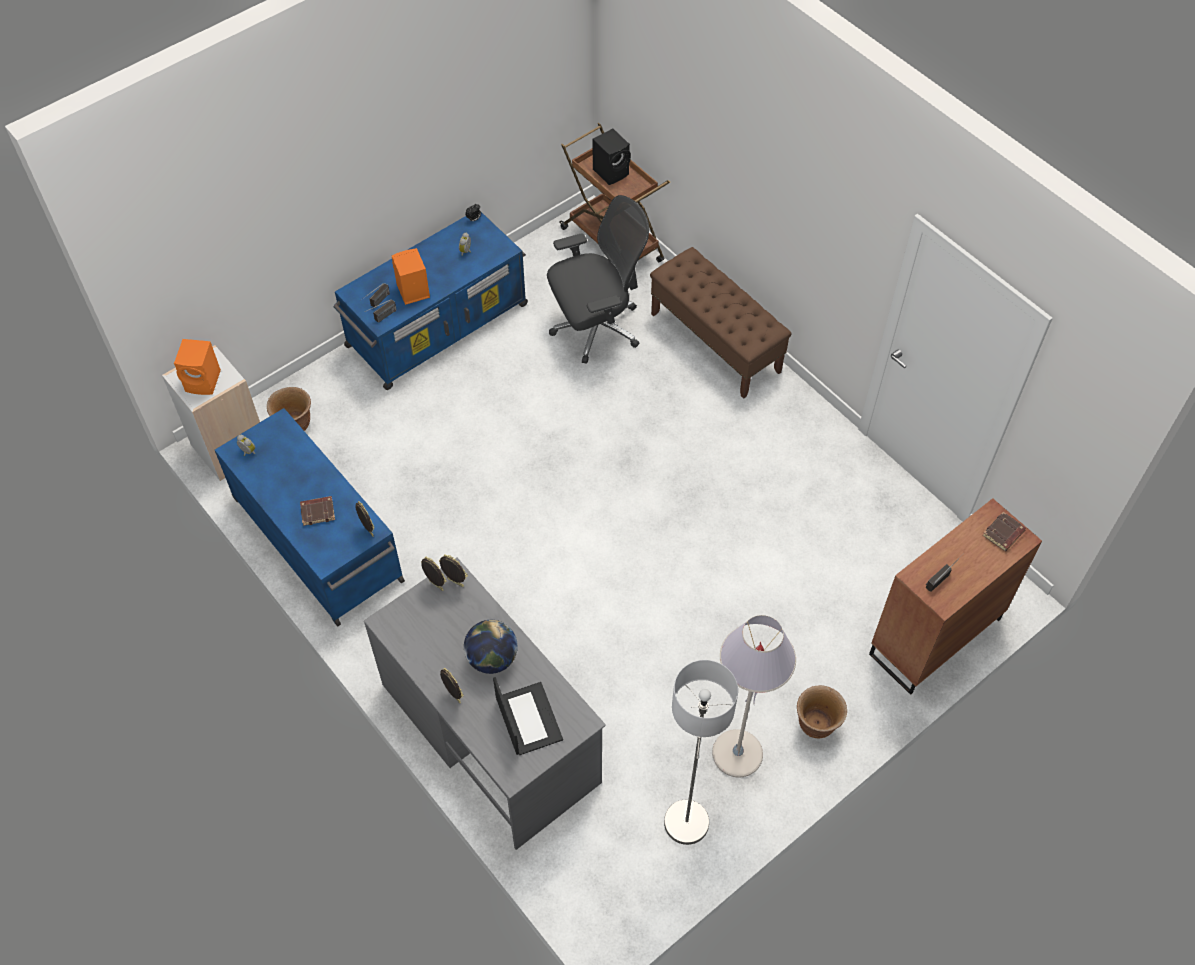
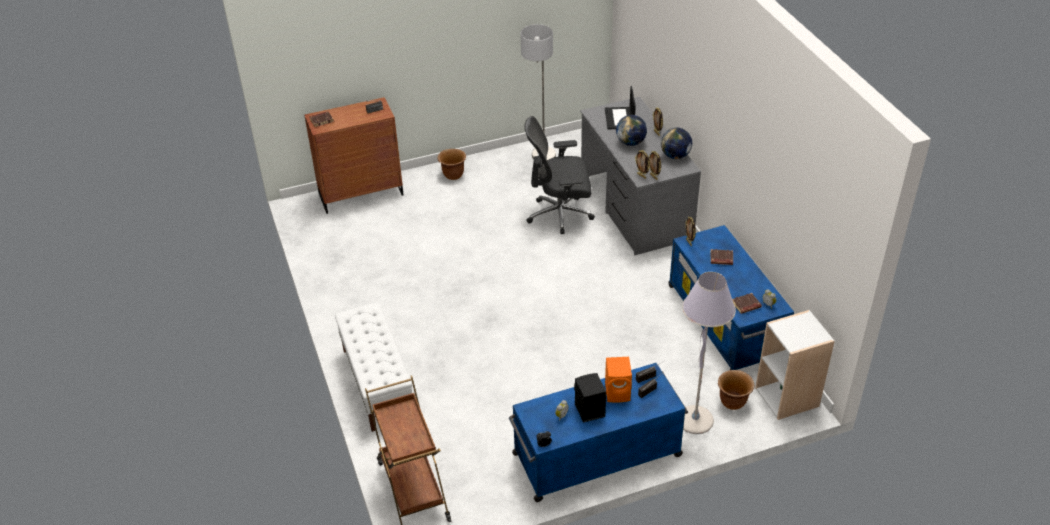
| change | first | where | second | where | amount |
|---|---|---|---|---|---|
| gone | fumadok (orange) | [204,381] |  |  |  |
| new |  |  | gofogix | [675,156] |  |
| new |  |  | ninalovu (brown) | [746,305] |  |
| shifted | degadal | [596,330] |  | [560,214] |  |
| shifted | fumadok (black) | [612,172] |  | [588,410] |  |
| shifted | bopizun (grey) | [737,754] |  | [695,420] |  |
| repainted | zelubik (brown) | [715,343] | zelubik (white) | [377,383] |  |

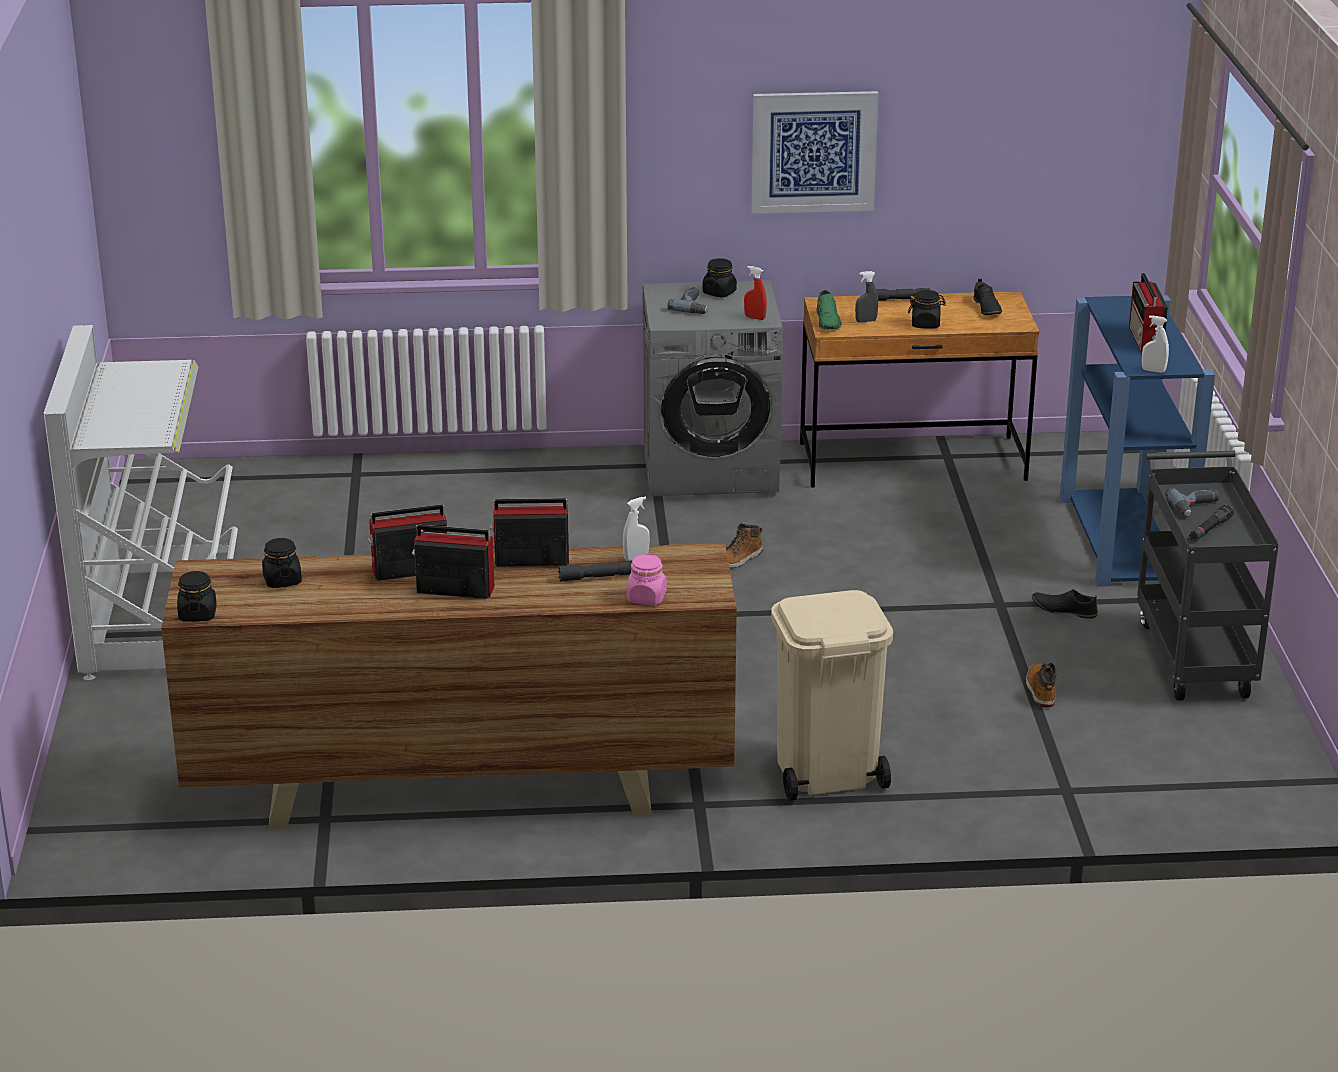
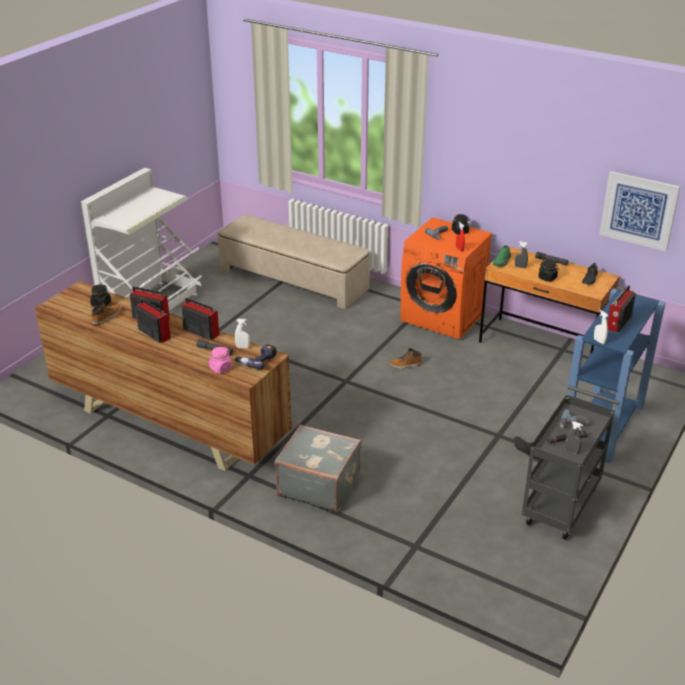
| change | first | where | second | where | amount |
|---|---|---|---|---|---|
| gone | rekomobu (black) | [197,614] |  |  |  |
| new |  |  | zelubik (beige) | [294,279] |  |
| new |  |  | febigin | [257,361] |  |
| new |  |  | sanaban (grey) | [572,451] |  |
| shifted | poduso | [813,151] |  | [638,210] |  |
| shifted | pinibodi | [1040,690] |  | [106,317] |  |
| swapped | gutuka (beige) | [825,773] | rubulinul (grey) | [319,485] |  |
| repainted | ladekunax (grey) | [710,472] | ladekunax (orange) | [442,319] |  |

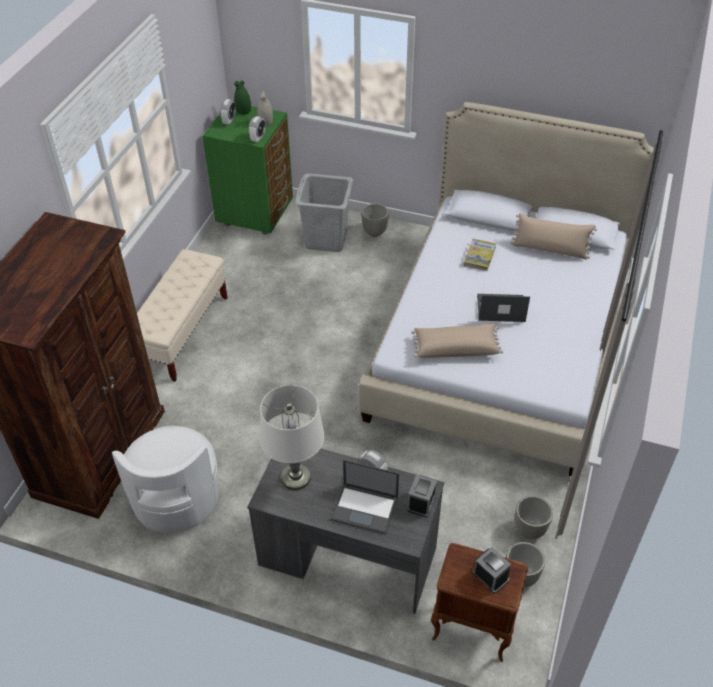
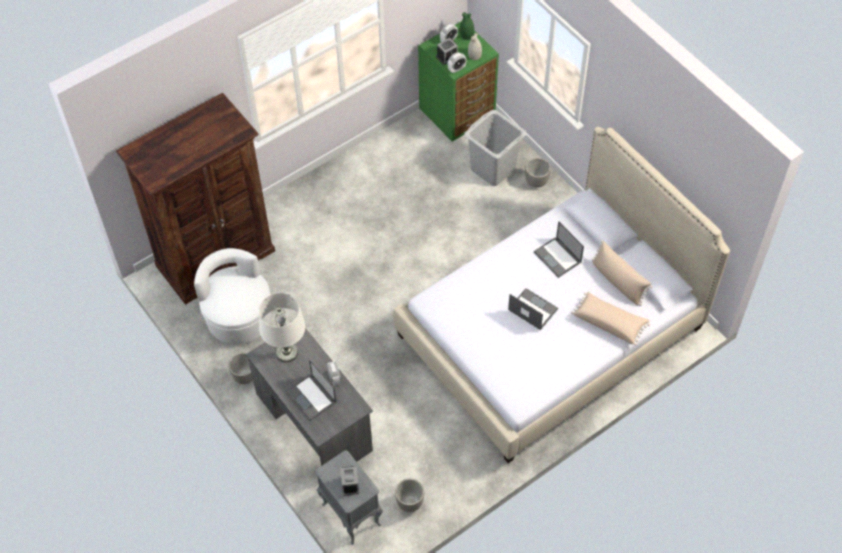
| change | first | where | second | where | amount |
|---|---|---|---|---|---|
| gone | zelubik (beige) | [182,333] |  |  |  |
| shifted | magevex | [421,502] |  | [447,56] |  |
| shifted | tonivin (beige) | [455,348] |  | [609,322] |  |
| shifted | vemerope | [529,530] |  | [245,377] |  |
| swapped | ninalovu | [479,256] | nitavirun | [558,257] |  |
| repainted | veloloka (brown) | [471,630] | veloloka (grey) | [350,514] |  |
| rotated | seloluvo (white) | [176,498] |  | [239,319] | 120 degrees clockwise |

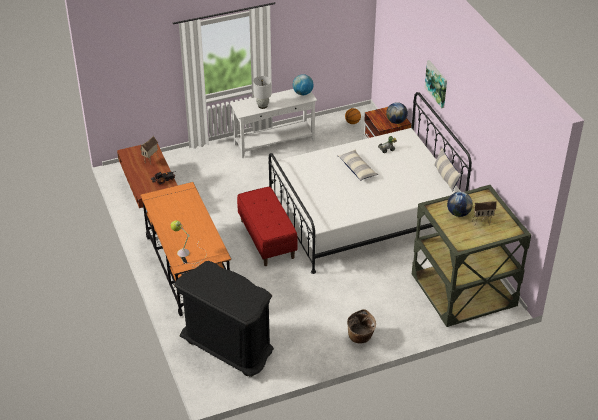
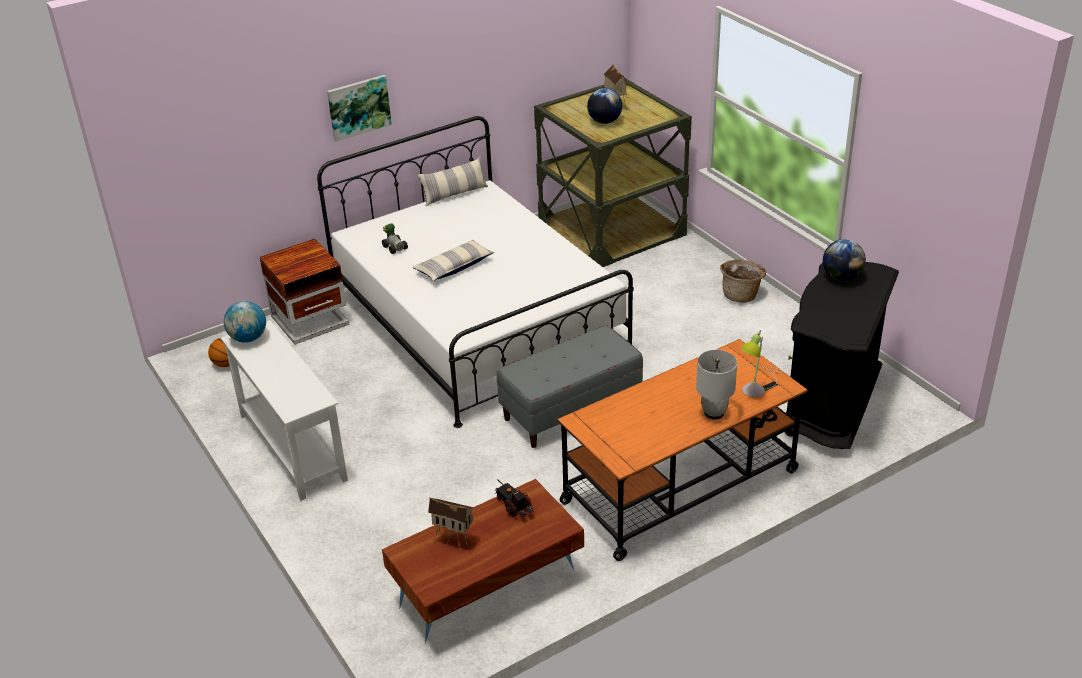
| change | first | where | second | where | amount |
|---|---|---|---|---|---|
| shifted | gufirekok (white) | [262,106] |  | [714,413] |  |
| shifted | gofogix | [396,121] |  | [841,277] |  |
| repainted | zelubik (red) | [267,239] | zelubik (grey) | [571,409] |  |

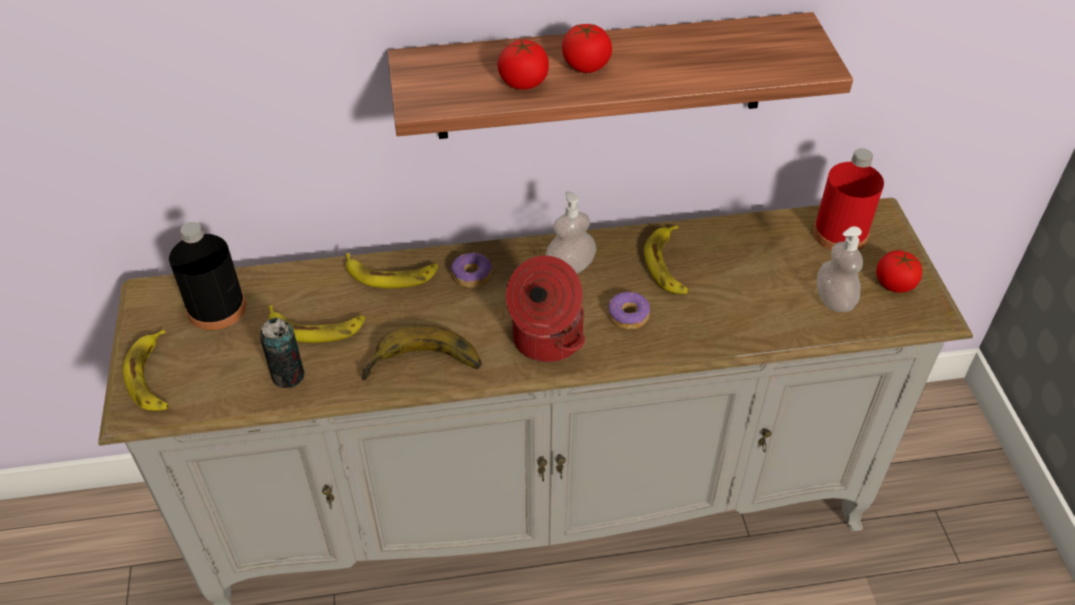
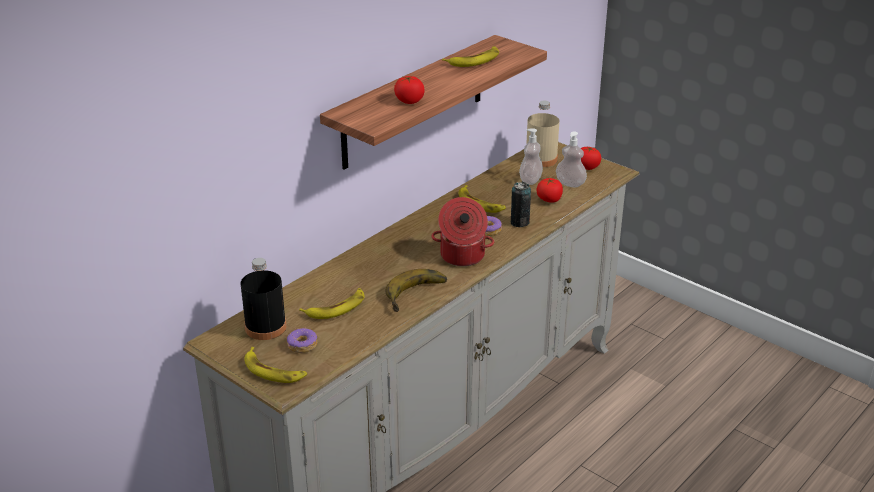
| change | first | where | second | where | amount |
|---|---|---|---|---|---|
| shifted | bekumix | [288,376] |  | [520,222] |  |
| shifted | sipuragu | [391,275] |  | [474,60] |  |
| shifted | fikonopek | [471,275] |  | [302,345] |  |
| shifted | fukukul | [570,267] |  | [530,180] |  |
| shifted | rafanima | [586,65] |  | [549,199] |  |
| repainted | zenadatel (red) | [840,234] | zenadatel (beige) | [541,159] |  |

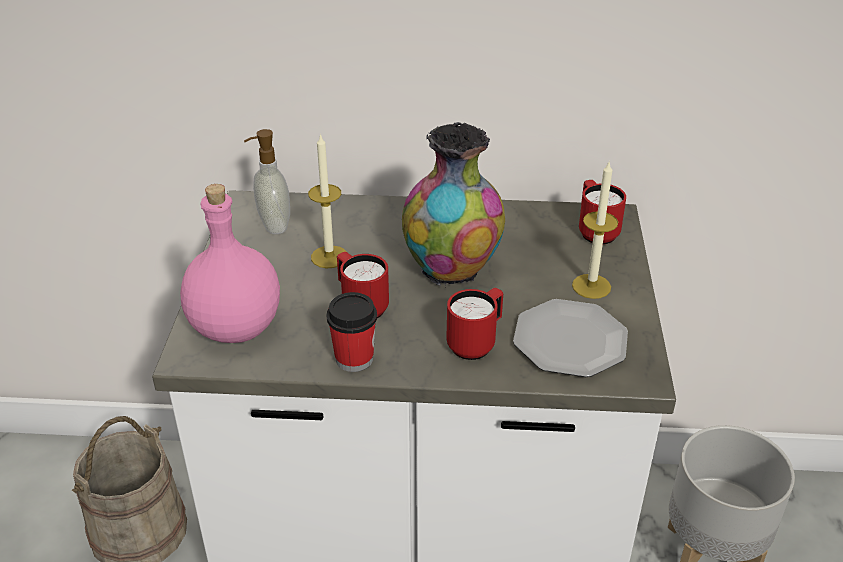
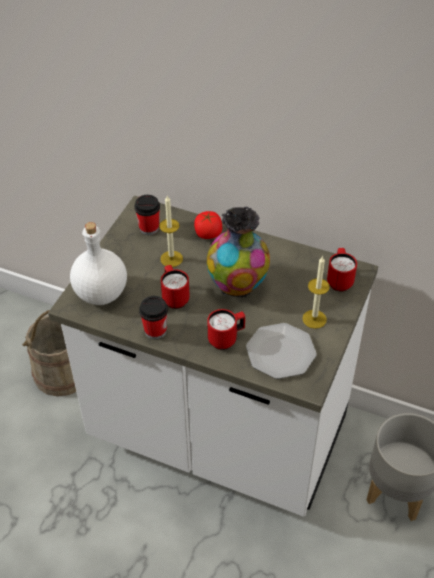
| change | first | where | second | where | amount |
|---|---|---|---|---|---|
| new |  |  | rafanima | [208,234] |  |
| swapped | fukukul | [273,225] | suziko | [149,228] |  |
| repainted | zenadatel (pink) | [237,328] | zenadatel (white) | [102,294] |  |

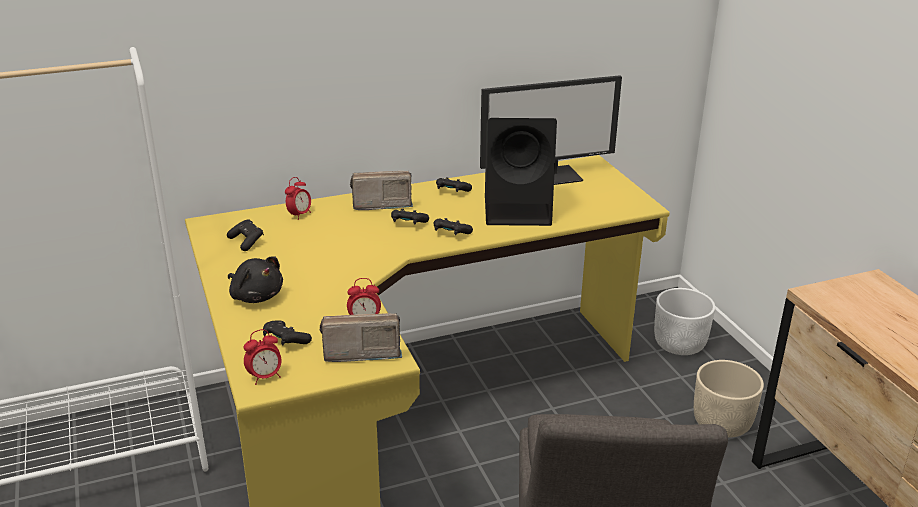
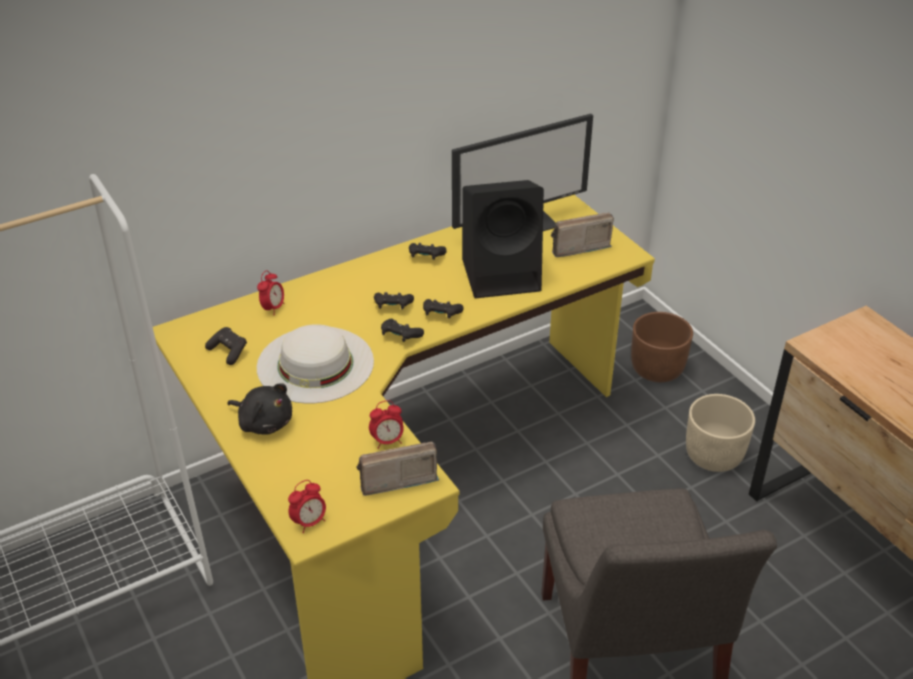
| change | first | where | second | where | amount |
|---|---|---|---|---|---|
| new |  |  | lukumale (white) | [315,364] |  |
| shifted | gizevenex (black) | [285,341] |  | [400,337] |  |
| shifted | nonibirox | [380,204] |  | [576,246] |  |
| repainted | vemerope (white) | [679,344] | vemerope (brown) | [657,369] |  |

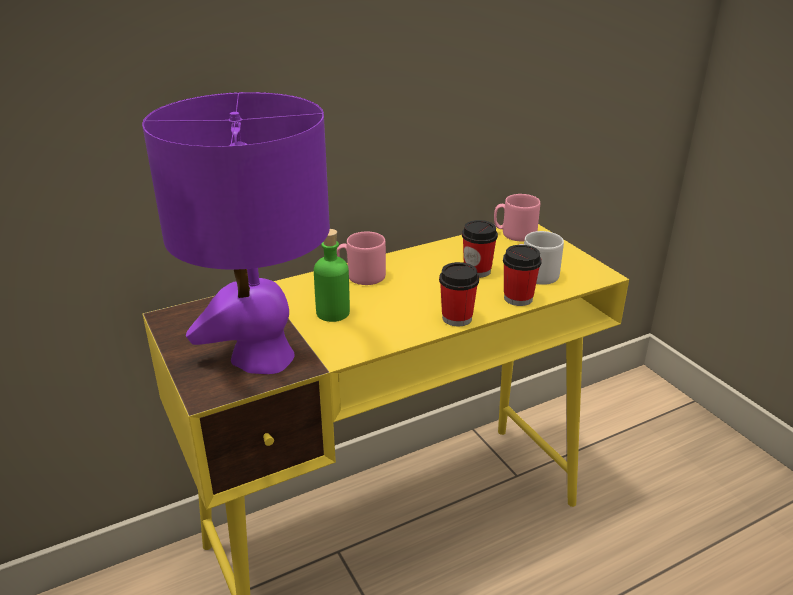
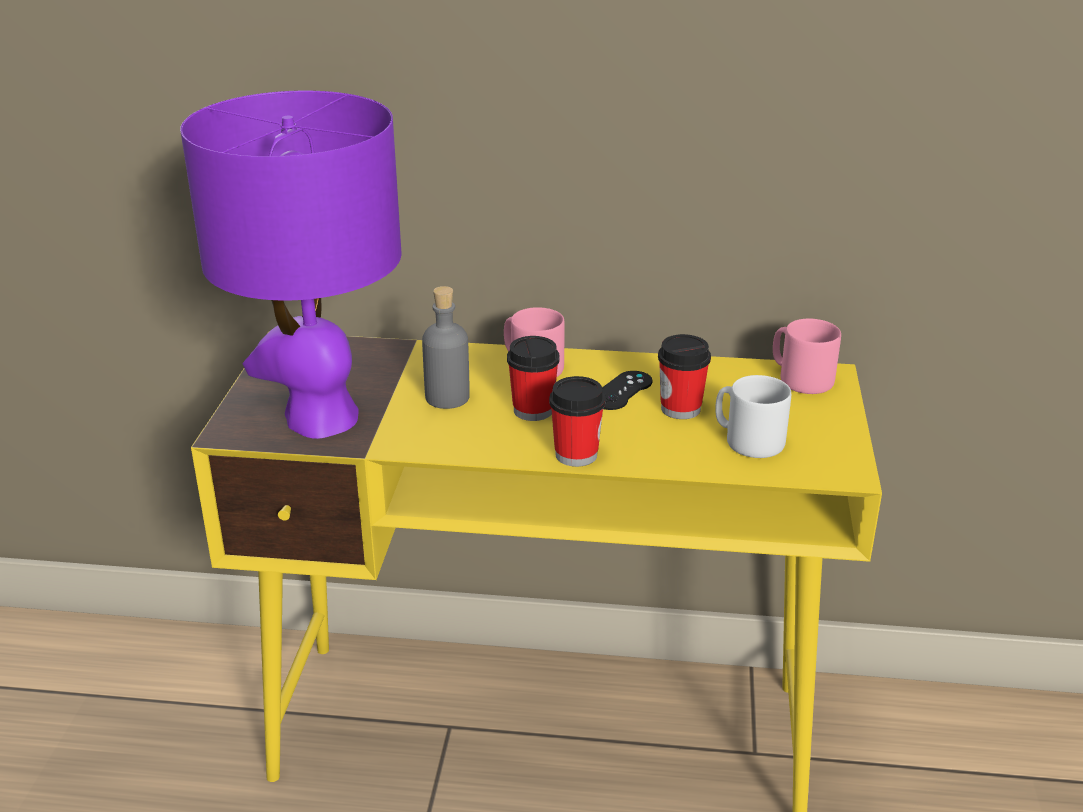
| change | first | where | second | where | amount |
|---|---|---|---|---|---|
| new |  |  | gizevenex (black) | [622,391] |  |
| shifted | suziko | [518,298] |  | [533,410] |  |
| repainted | zenadatel (green) | [333,313] | zenadatel (grey) | [447,397] |  |

